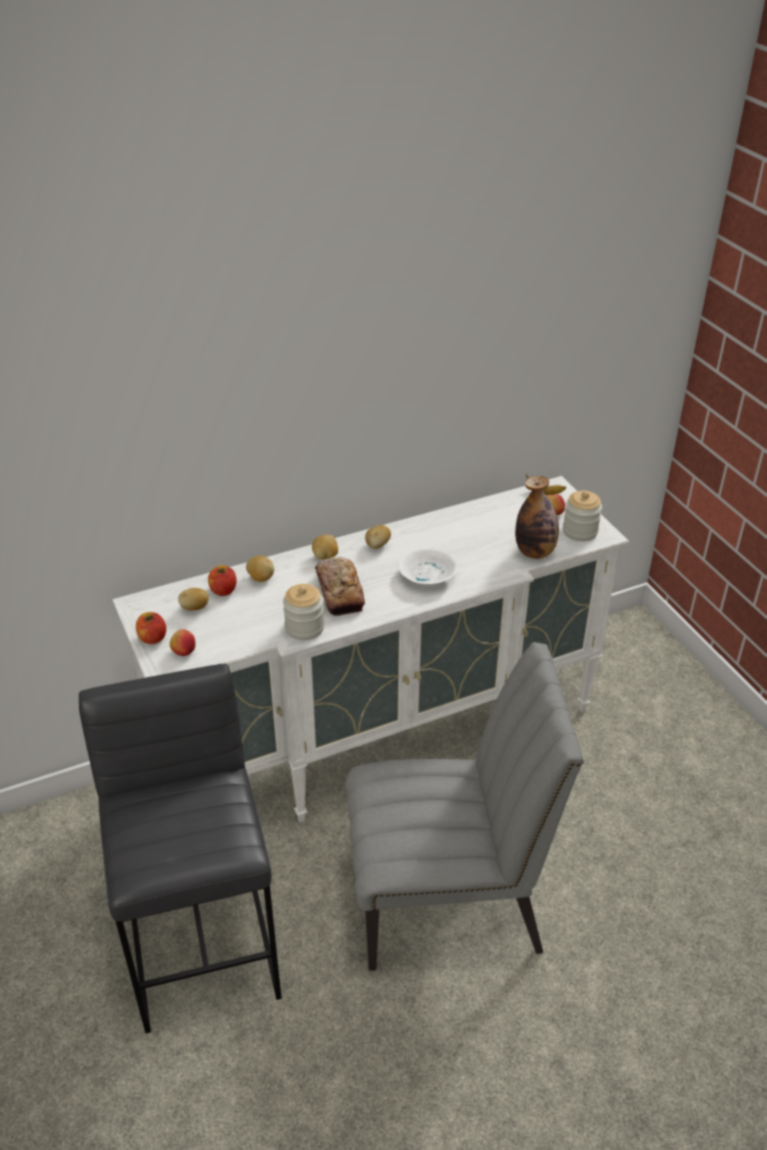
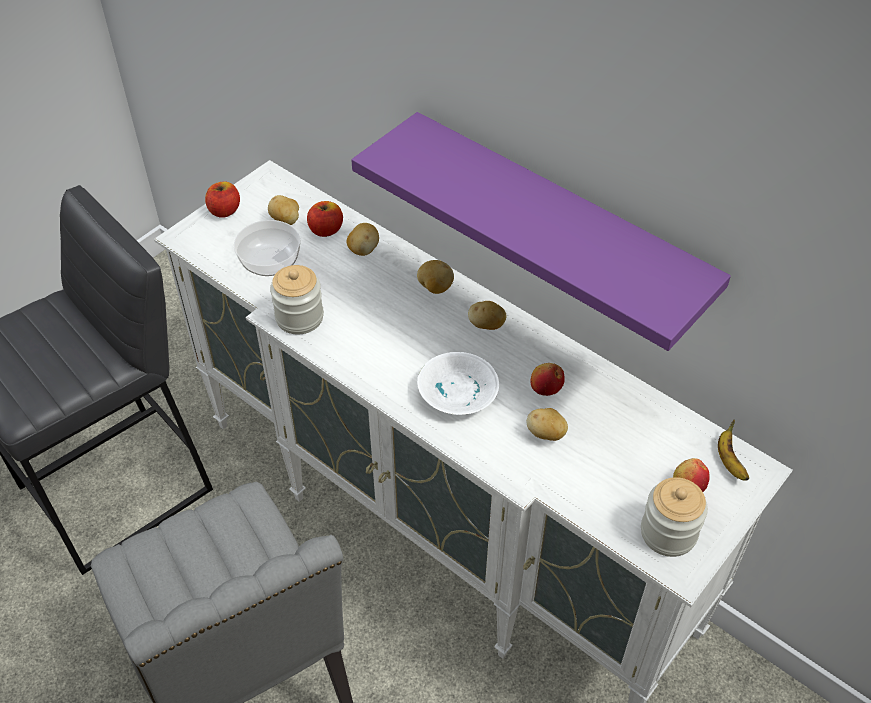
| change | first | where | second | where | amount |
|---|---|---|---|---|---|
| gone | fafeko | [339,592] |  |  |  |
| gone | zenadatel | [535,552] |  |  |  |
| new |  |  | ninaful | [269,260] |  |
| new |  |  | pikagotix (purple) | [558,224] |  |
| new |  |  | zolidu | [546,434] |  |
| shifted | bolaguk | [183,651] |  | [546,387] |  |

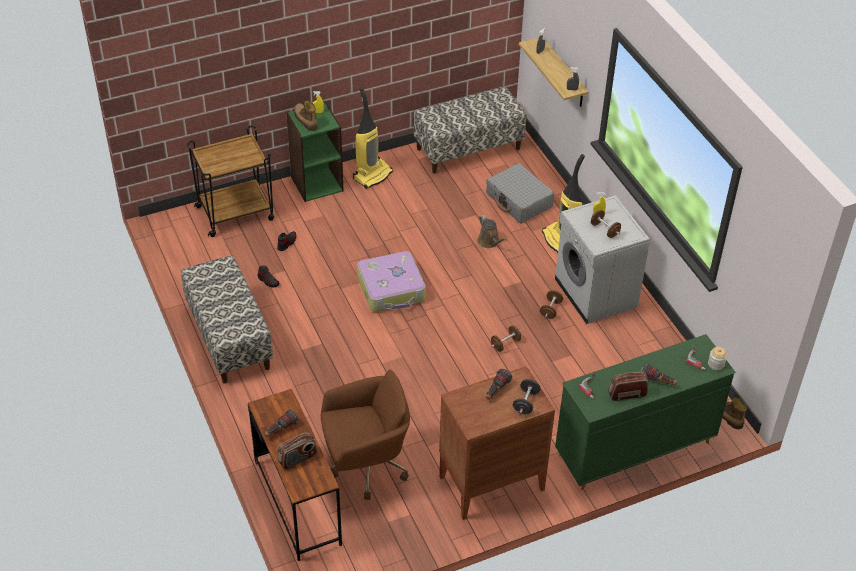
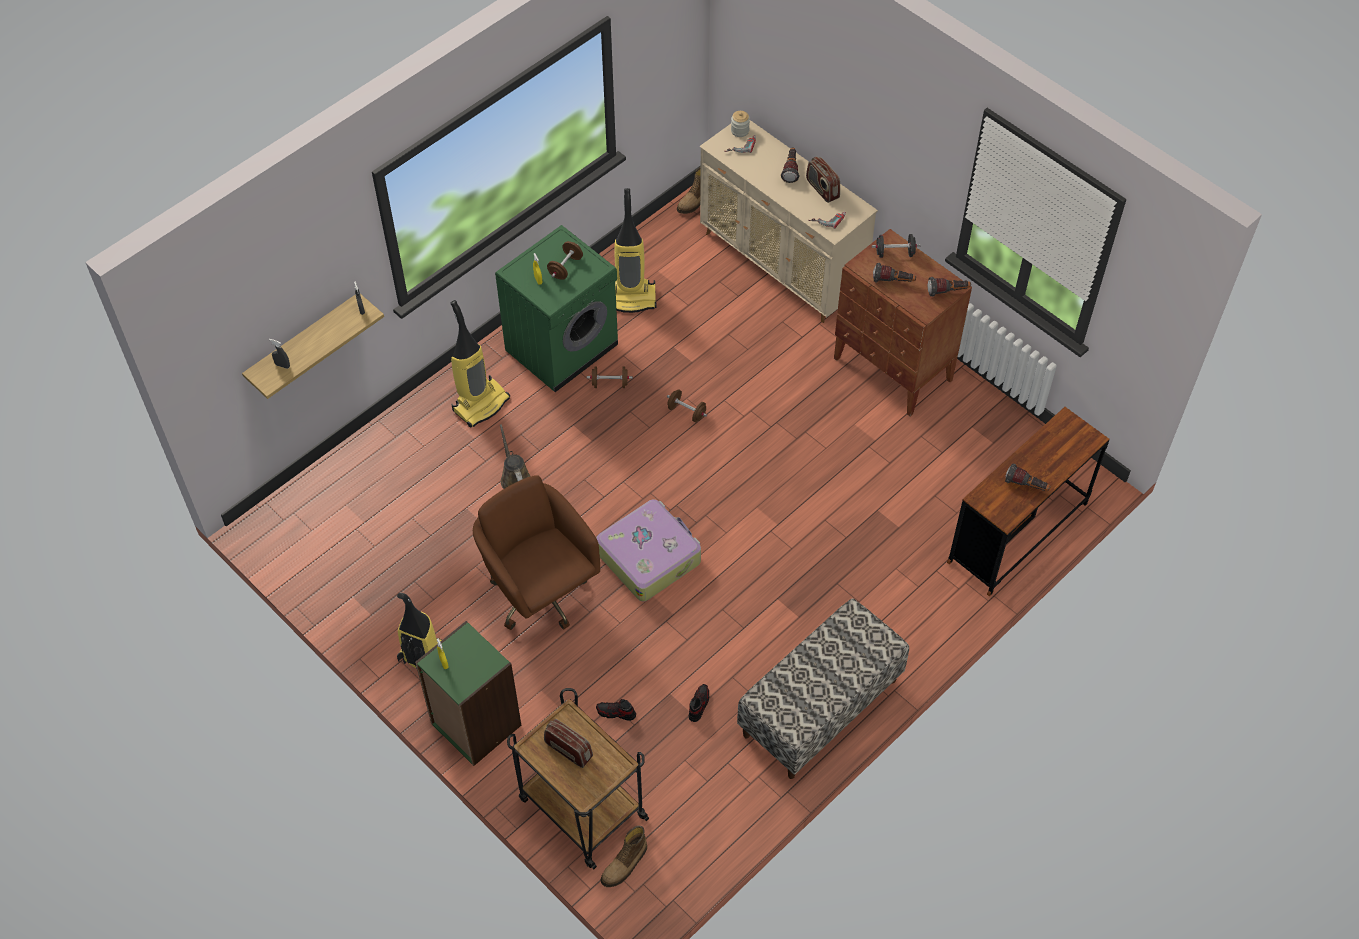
| change | first | where | second | where | amount |
|---|---|---|---|---|---|
| gone | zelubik | [468,148] |  |  |  |
| gone | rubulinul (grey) | [519,201] |  |  |  |
| new |  |  | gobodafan | [631,298] |  |
| new |  |  | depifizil | [948,292] |  |
| shifted | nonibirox | [297,458] |  | [569,750] |  |
| shifted | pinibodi | [305,120] |  | [625,864] |  |
| shifted | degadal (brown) | [366,468] |  | [541,597] |  |
| repainted | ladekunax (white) | [594,294] | ladekunax (green) | [563,349] |  |
| repainted | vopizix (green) | [634,449] | vopizix (beige) | [781,263] |  |
| rotated | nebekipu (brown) | [489,242] |  | [514,478] | 60 degrees counterclockwise |

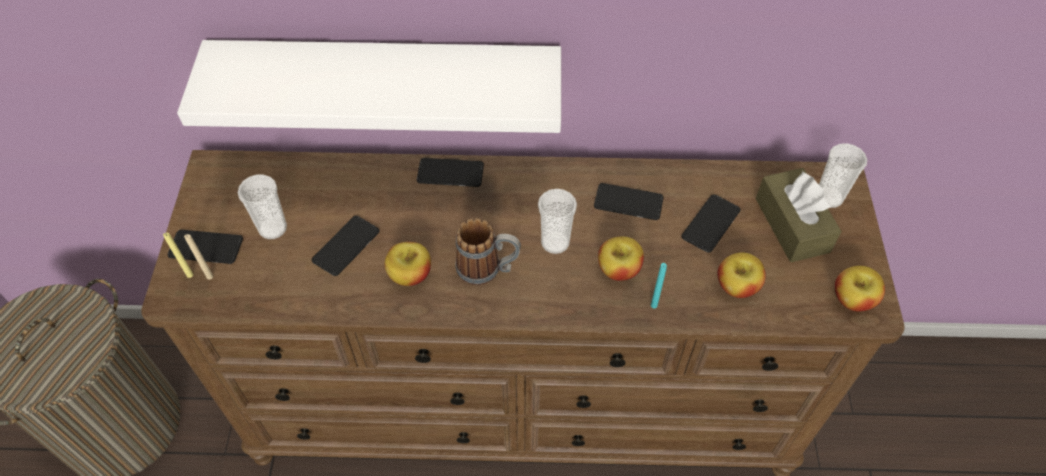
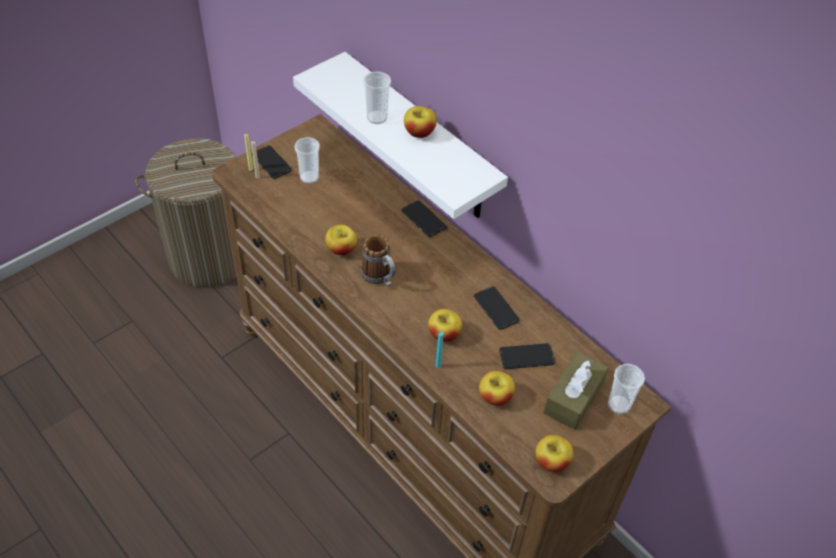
| change | first | where | second | where | amount |
|---|---|---|---|---|---|
| gone | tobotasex | [346,246] |  |  |  |
| new |  |  | bolaguk | [419,132] |  |
| shifted | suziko | [555,242] |  | [377,117] |  |

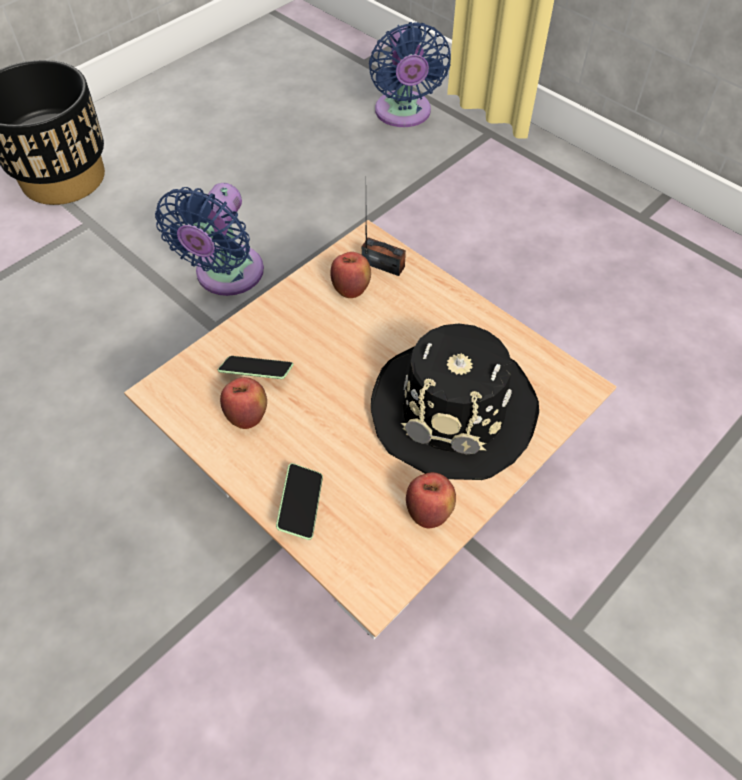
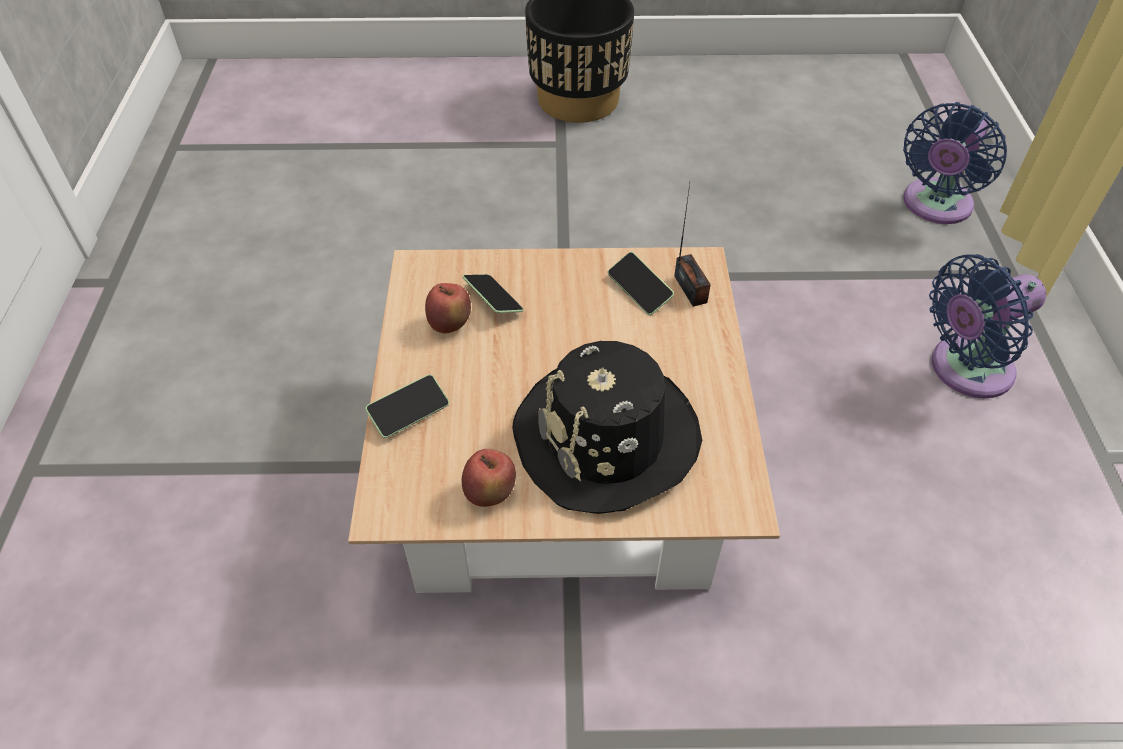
| change | first | where | second | where | amount |
|---|---|---|---|---|---|
| shifted | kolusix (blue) | [226,276] |  | [964,370] |  |
| swapped | bolaguk | [351,290] | tobotasex | [639,290] |  |

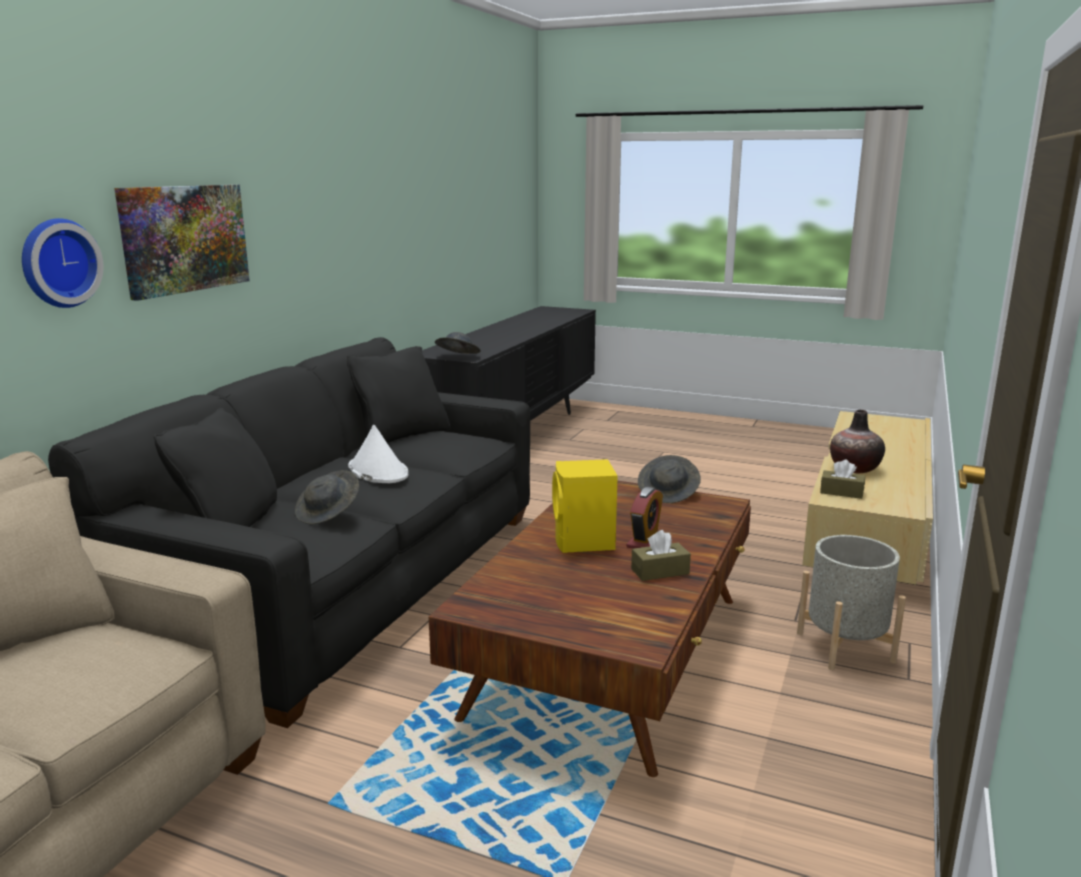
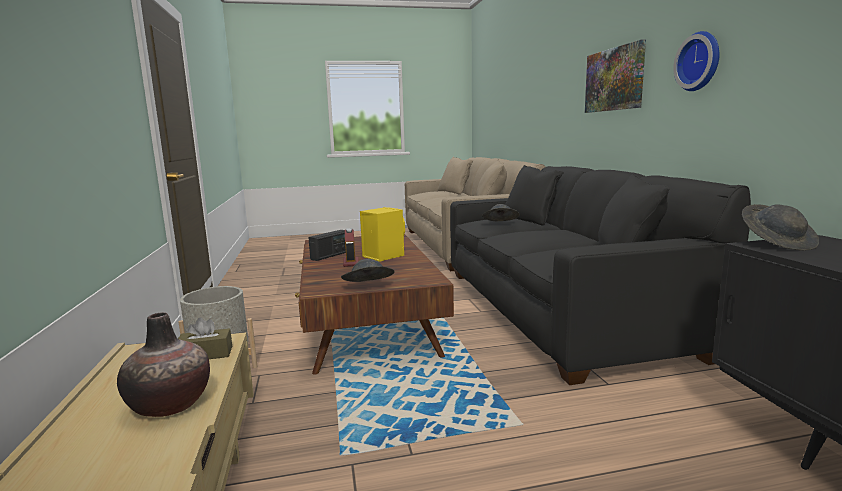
| change | first | where | second | where | amount |
|---|---|---|---|---|---|
| gone | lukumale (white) | [377,471] |  |  |  |
| shifted | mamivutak | [57,263] |  | [700,61] |  |
| swapped | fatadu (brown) | [660,571] | nonibirox | [330,256] |  |

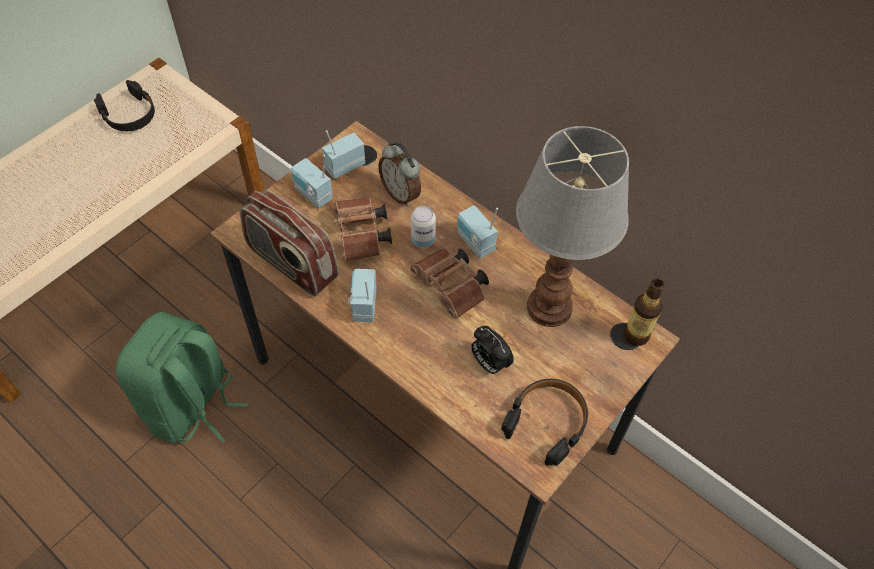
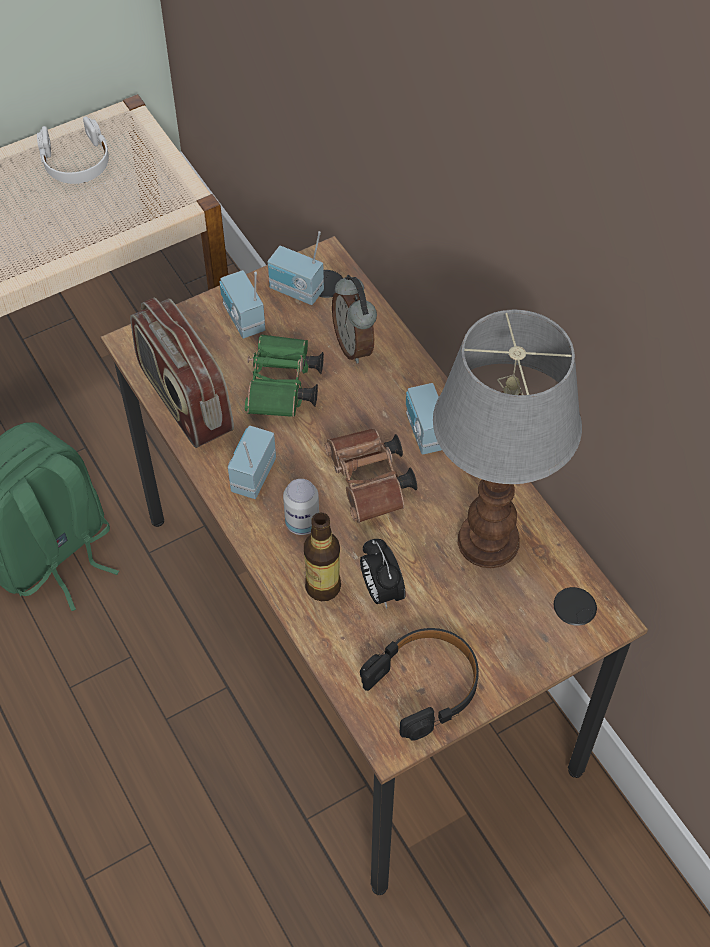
| change | first | where | second | where | amount |
|---|---|---|---|---|---|
| shifted | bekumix | [423,240] |  | [302,523] |  |
| shifted | zenadatel | [636,335] |  | [323,587] |  |
| repainted | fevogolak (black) | [129,114] | fevogolak (white) | [76,161] |  |
| repainted | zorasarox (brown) | [361,237] | zorasarox (green) | [283,389] |  |
| rotated | nonibirox | [344,166] |  | [295,291] | 135 degrees counterclockwise |

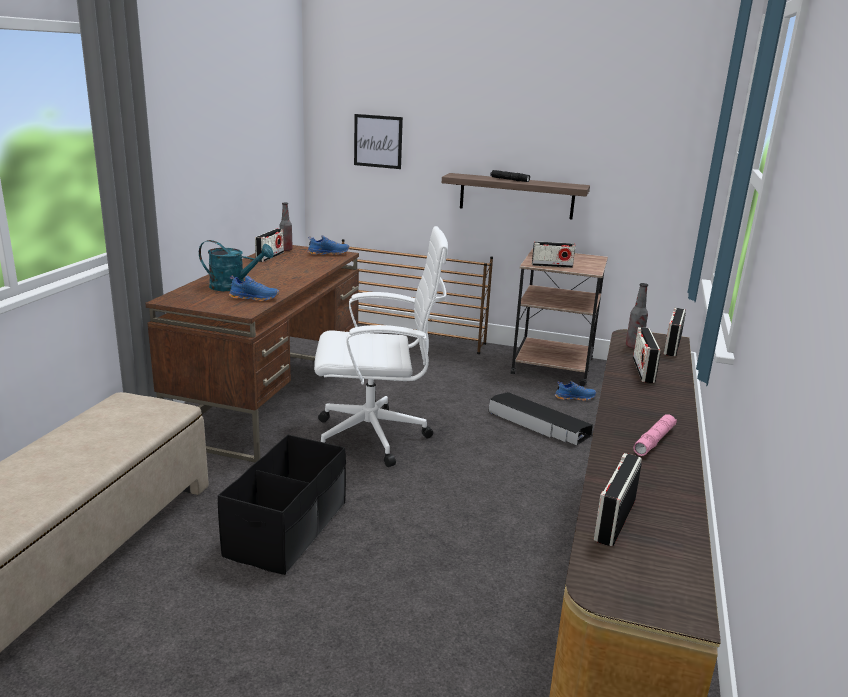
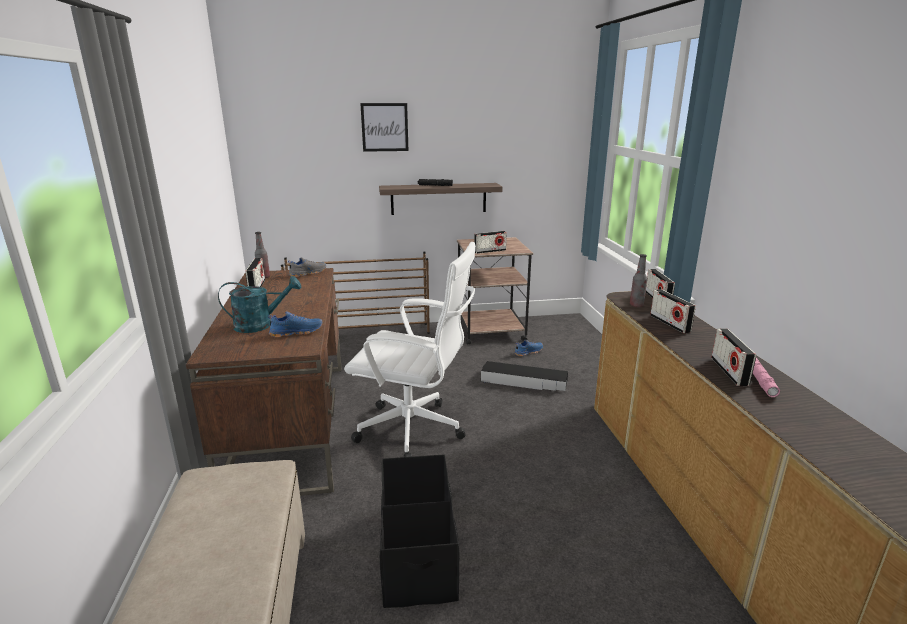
| change | first | where | second | where | amount |
|---|---|---|---|---|---|
| shifted | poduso | [378,141] |  | [384,127] |  |
| shifted | nonibirox | [614,520] |  | [729,371] |  |
| repainted | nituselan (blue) | [328,253] | nituselan (grey) | [307,273] |  |
| rotated | degadal (white) | [376,437] |  | [415,431] | 45 degrees clockwise |

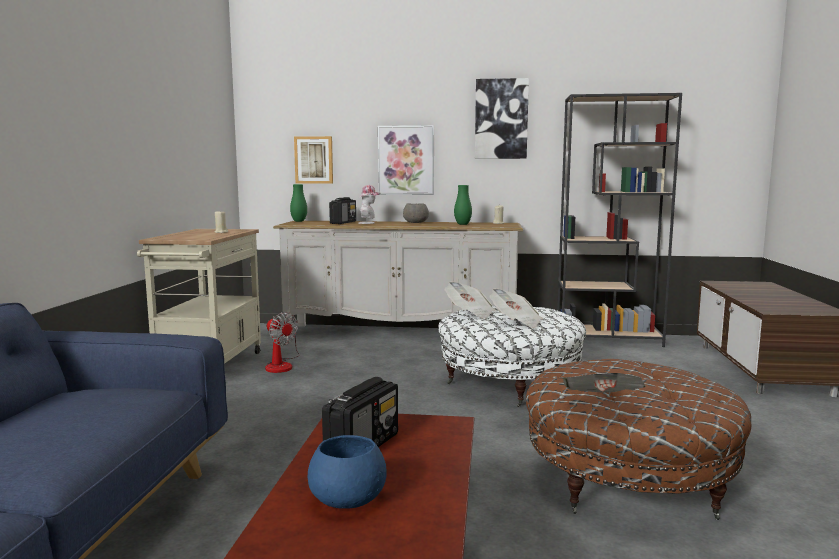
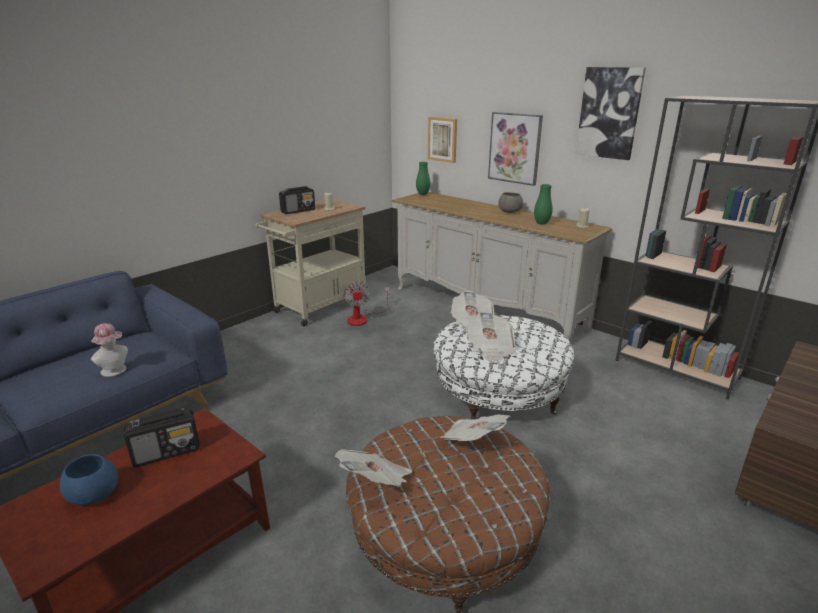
| change | first | where | second | where | amount |
|---|---|---|---|---|---|
| new |  |  | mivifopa | [473,441] |  |
| shifted | nonibirox | [343,222] |  | [298,211] |  |
| shifted | lukumale | [369,223] |  | [115,371] |  |

